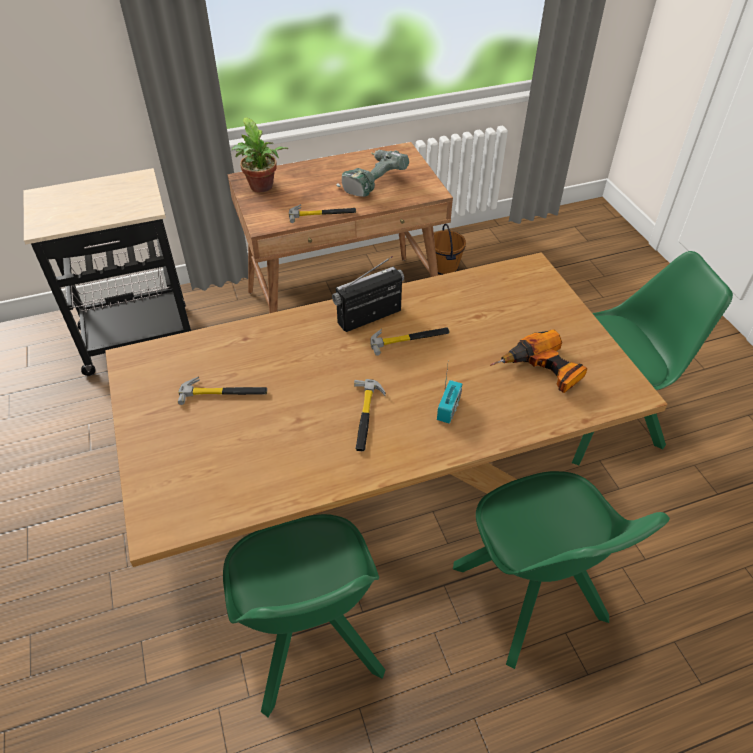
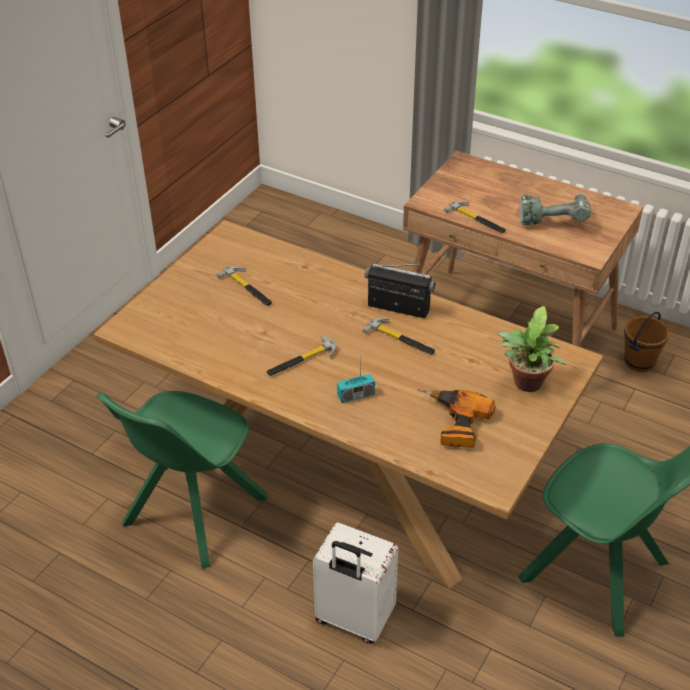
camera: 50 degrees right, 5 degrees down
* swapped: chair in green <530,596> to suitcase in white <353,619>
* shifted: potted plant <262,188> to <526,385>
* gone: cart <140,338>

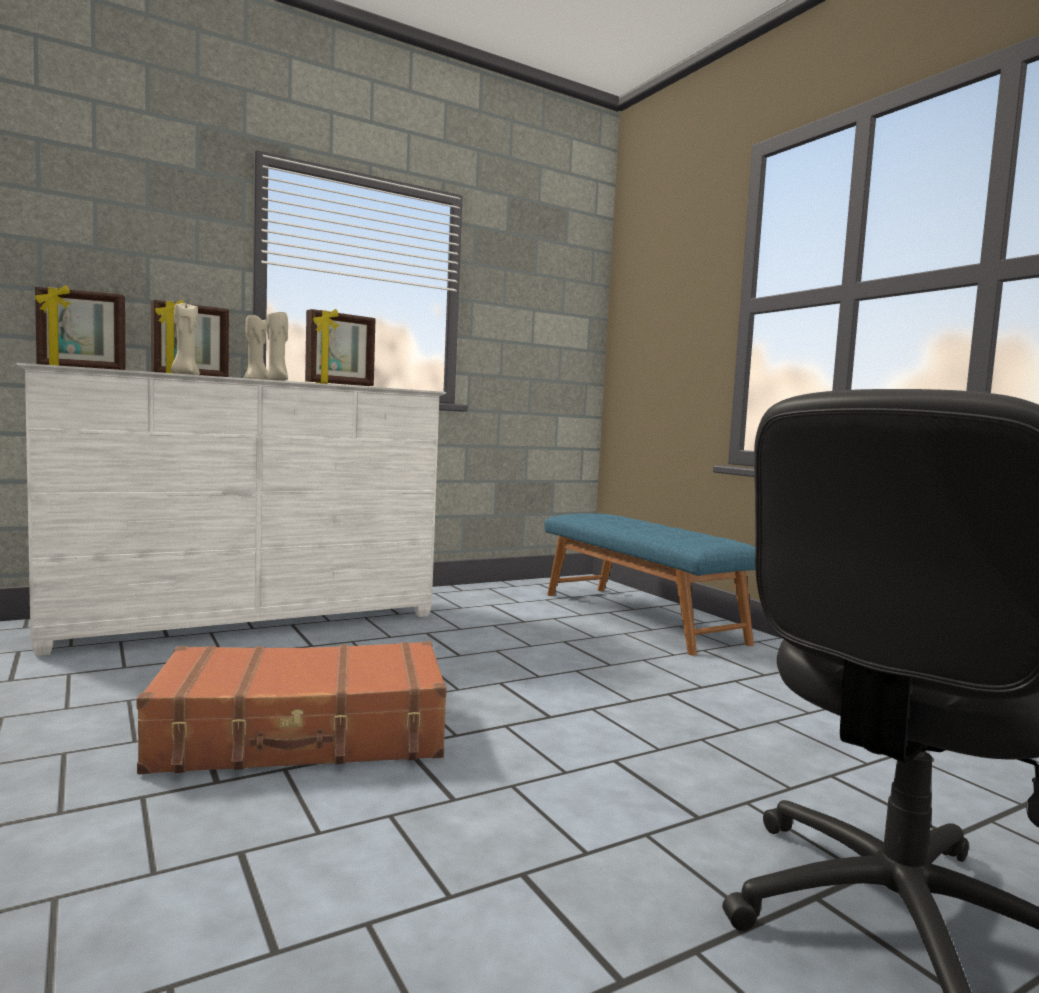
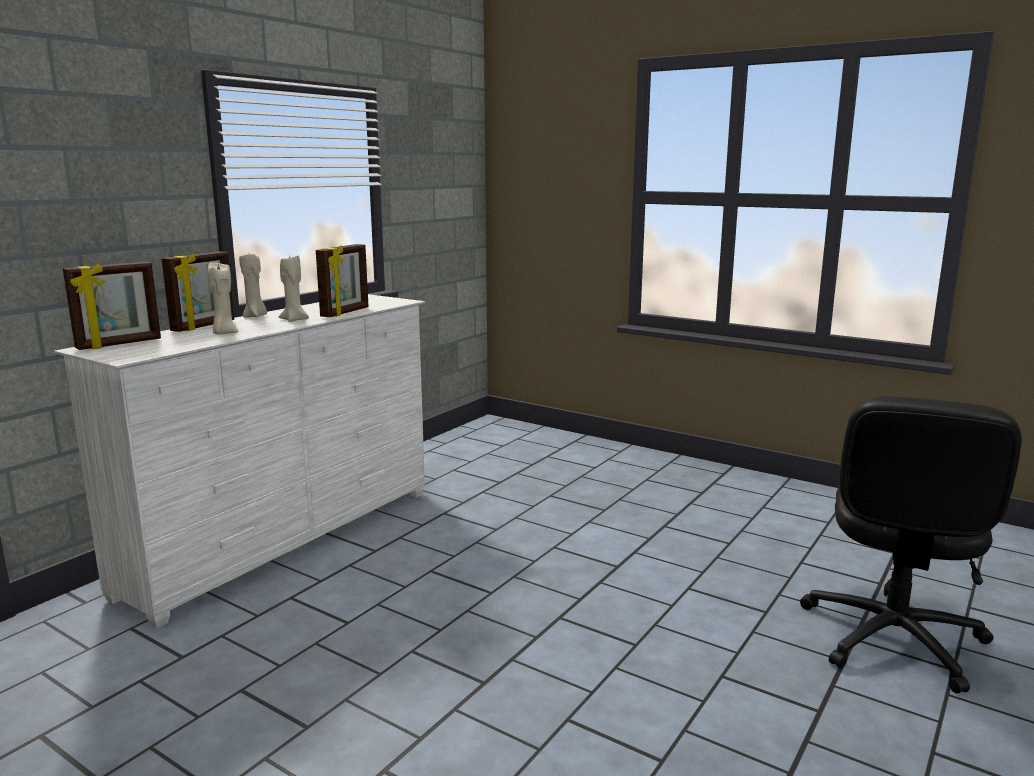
camera: 25 degrees left, 10 degrees up
* gone: suitcase in brown <303,735>
* gone: bench in blue <640,617>

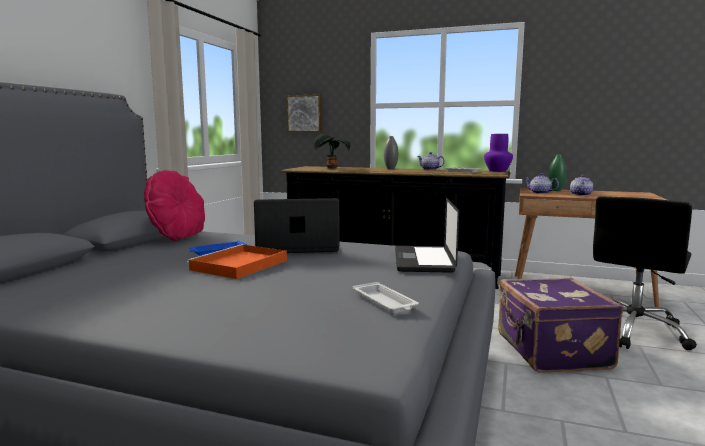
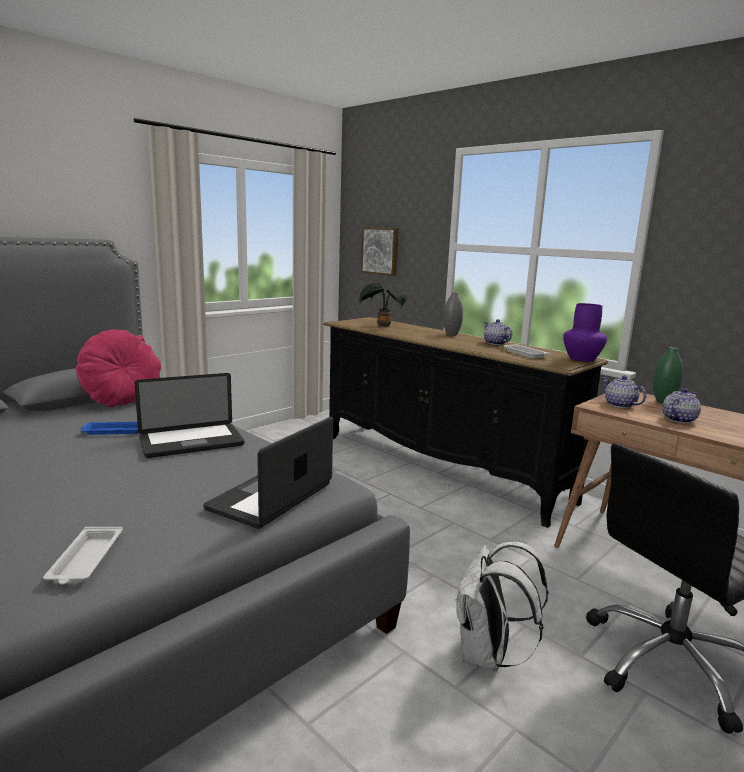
camera: 25 degrees right, 5 degrees up
* rotated: laptop <297,248> = <191,442> 135 degrees clockwise
* swapped: suitcase in purple <550,352> to backpack in white <488,655>
* gone: tray in orange <238,265>

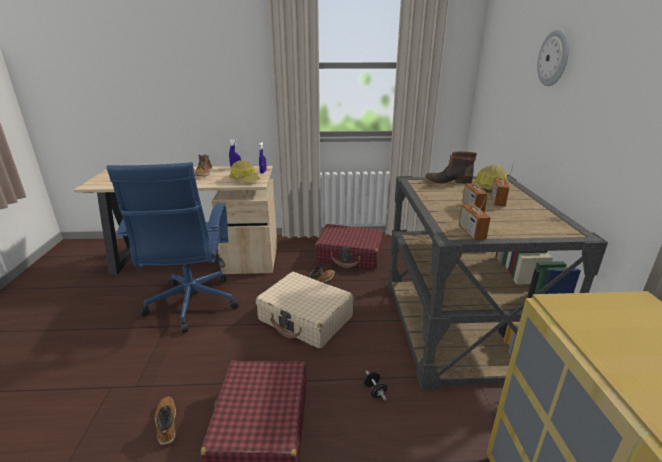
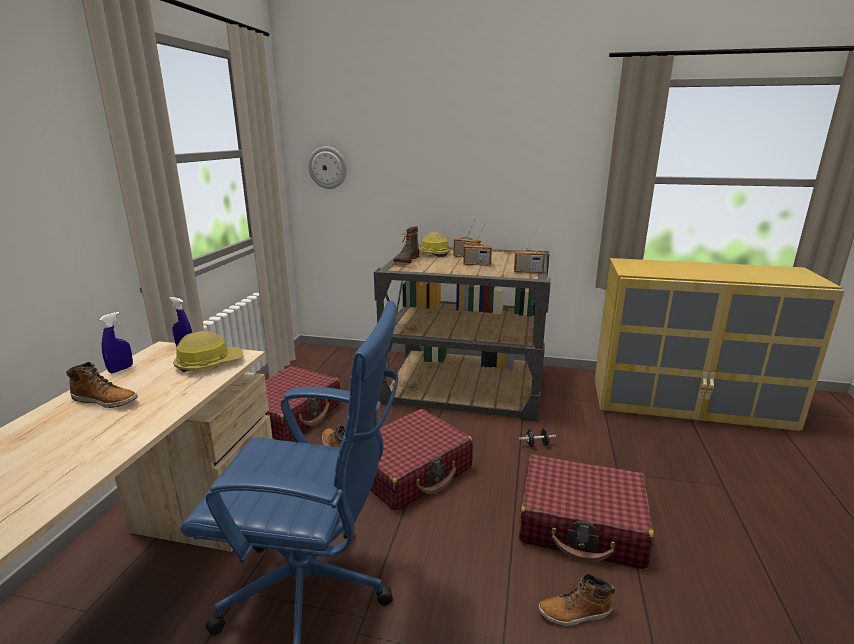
camera: 75 degrees left, 5 degrees down
* shifted: wall clock <554,58> to <328,167>
* repainted: suitcase in beige <305,319> to suitcase in red <411,471>

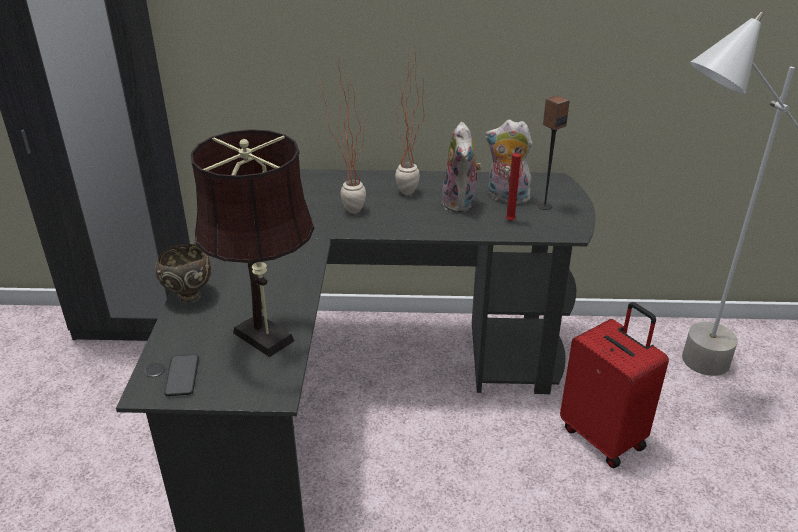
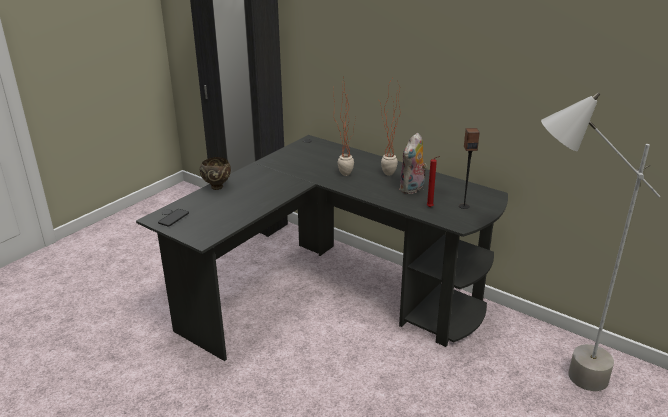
camera: 35 degrees right, 5 degrees down
* gone: table lamp in brown <267,340>
* gone: plush toy <506,198>
* gone: suitcase in red <604,436>

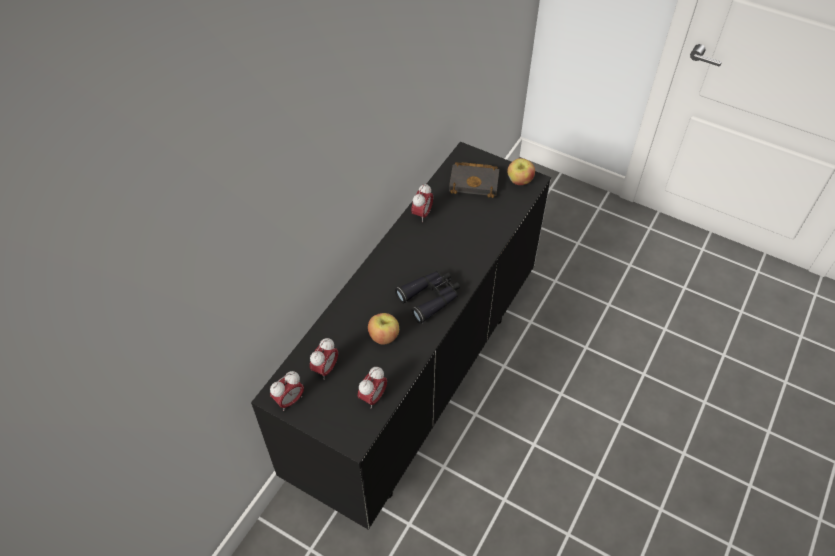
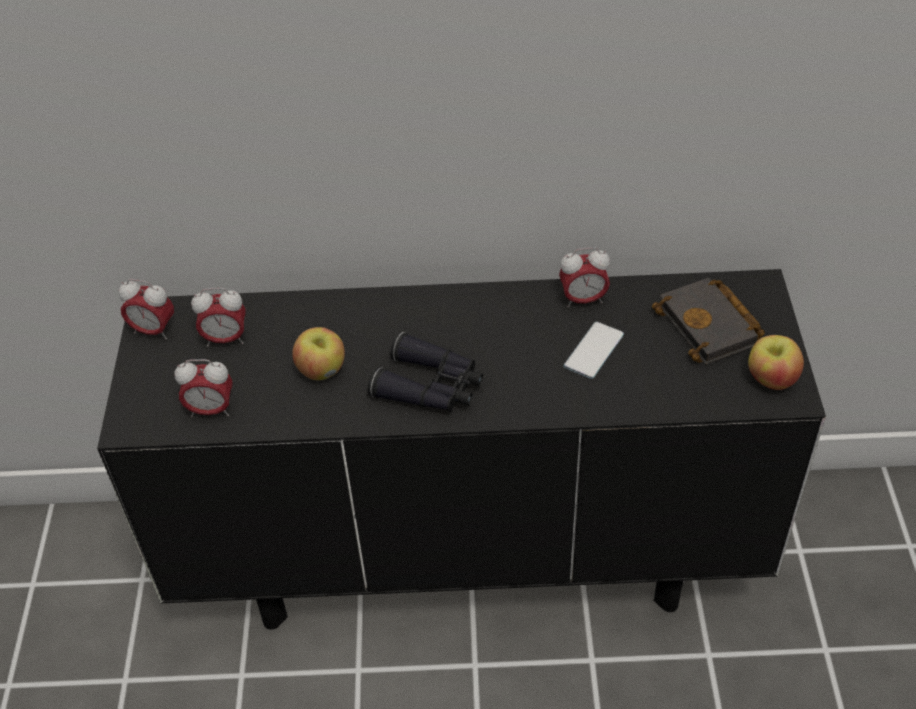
camera: 60 degrees right, 5 degrees down
* new: phone <594,350>

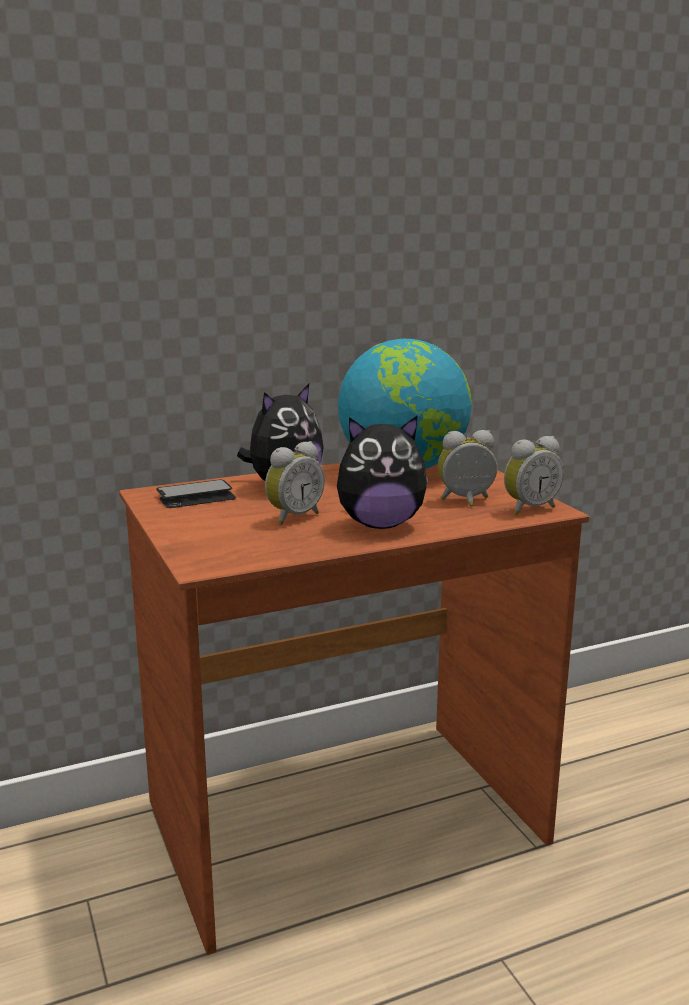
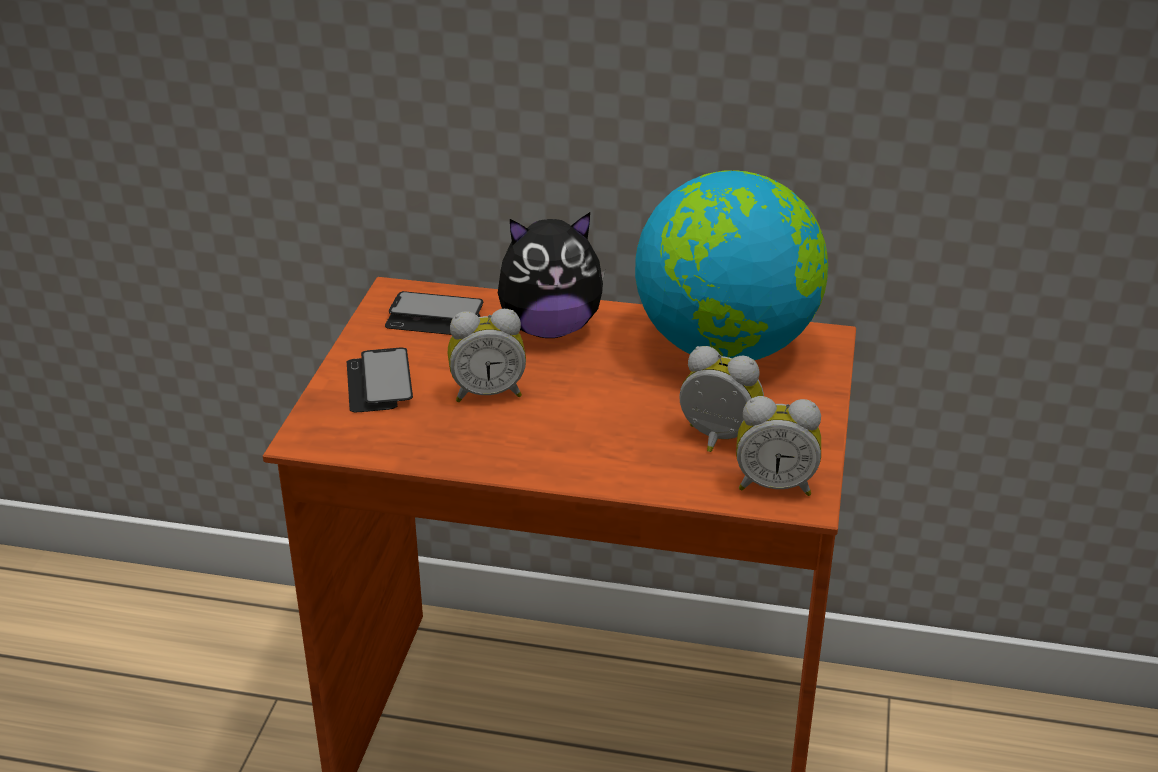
camera: 35 degrees right, 15 degrees up
* new: phone <379,383>
* gone: plush toy <380,524>

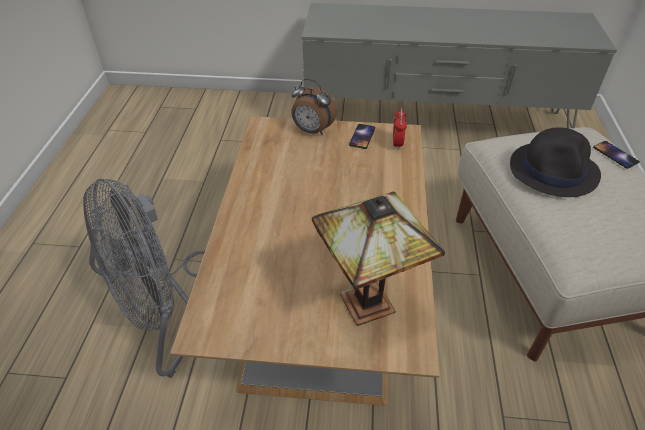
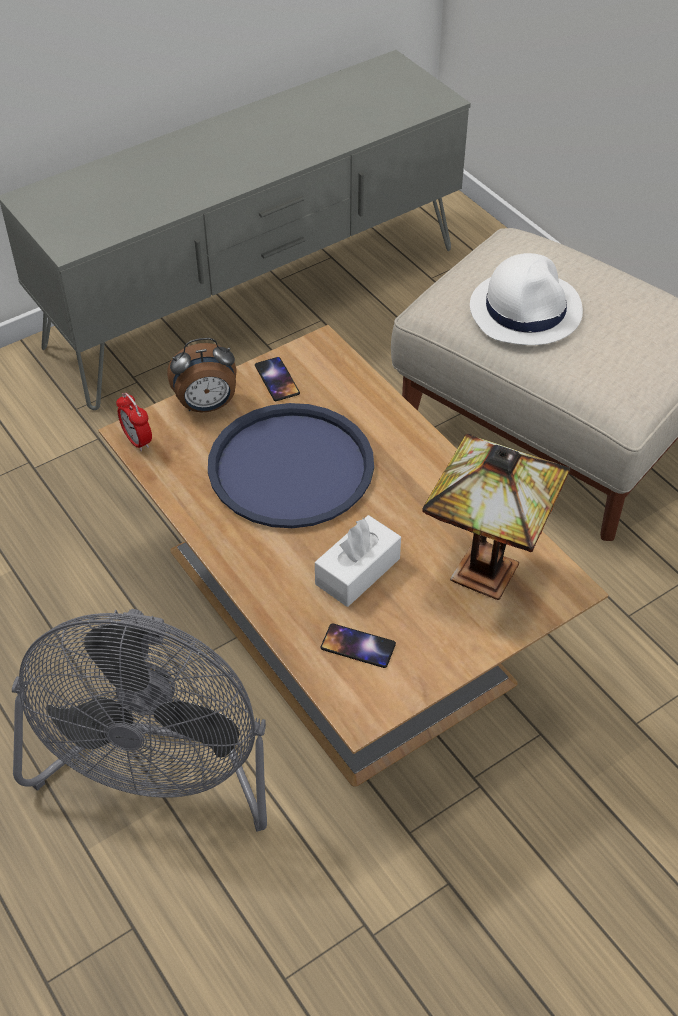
camera: 40 degrees left, 5 degrees up
* shifted: alarm clock <397,143> to <137,441>
* new: tray in blue <291,467>
* new: tissue box in white <357,571>
* shifted: phone <615,155> to <358,646>
* repainted: hat in black <554,170> to hat in white <526,309>

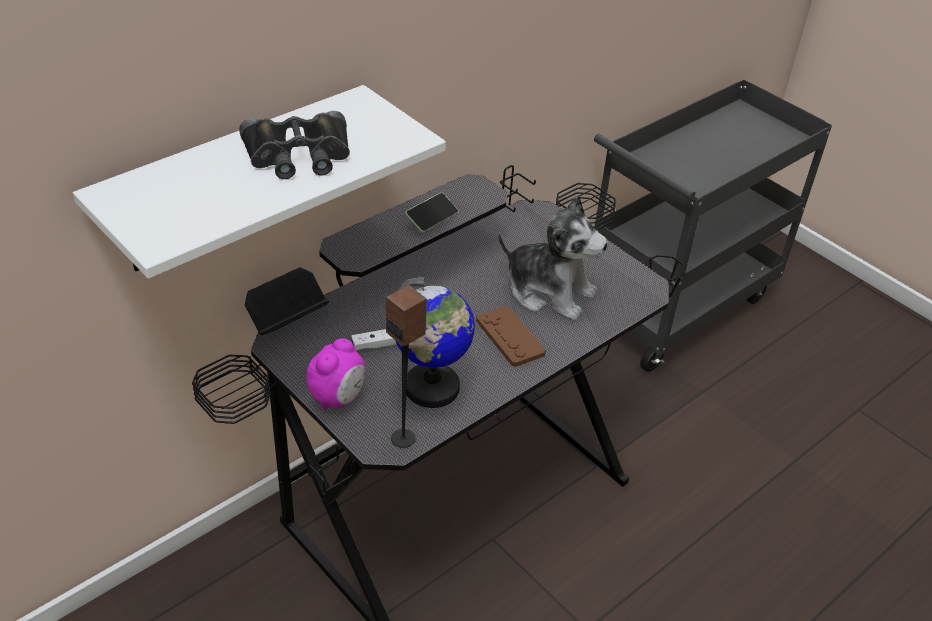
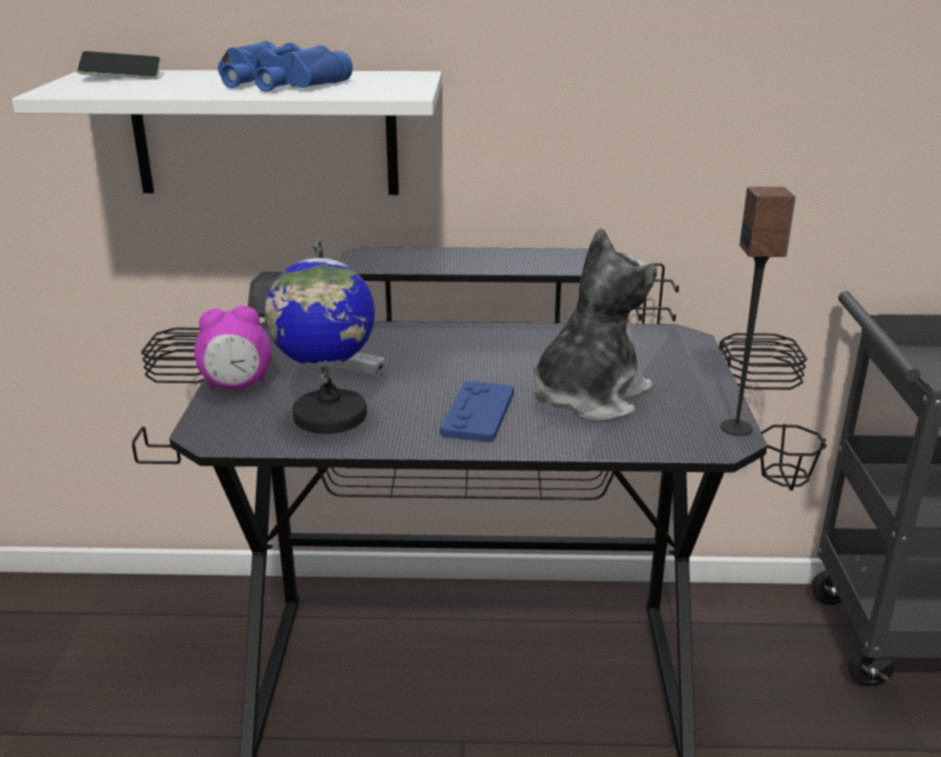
camera: 45 degrees right, 15 degrees down
* shifted: phone <432,219> to <121,77>
* repainted: binoculars in black <298,155> to binoculars in blue <278,83>
* repainted: game controller in brown <510,337> to game controller in blue <478,413>
* rotated: plush toy <549,291> = <587,397> 120 degrees counterclockwise
* shifted: speaker <403,438> to <737,428>

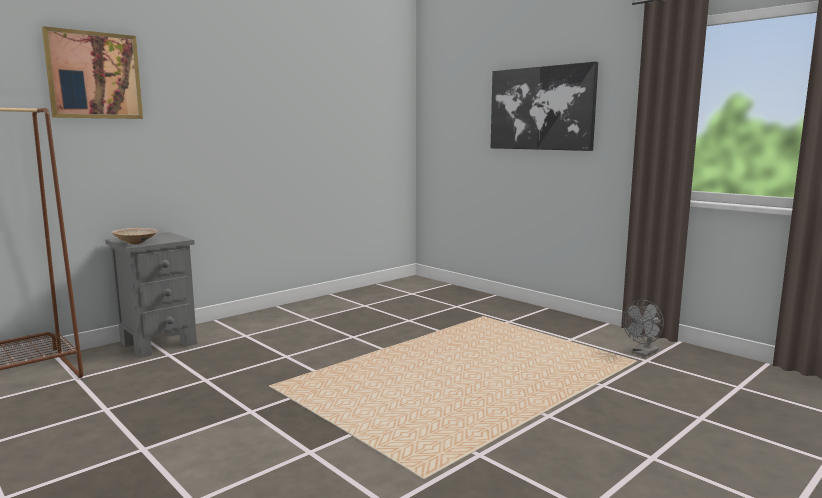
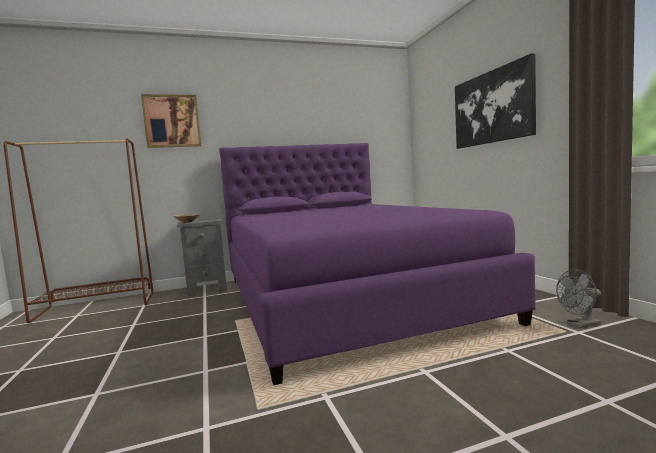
camera: 25 degrees right, 5 degrees down
* new: bed in purple <343,297>

